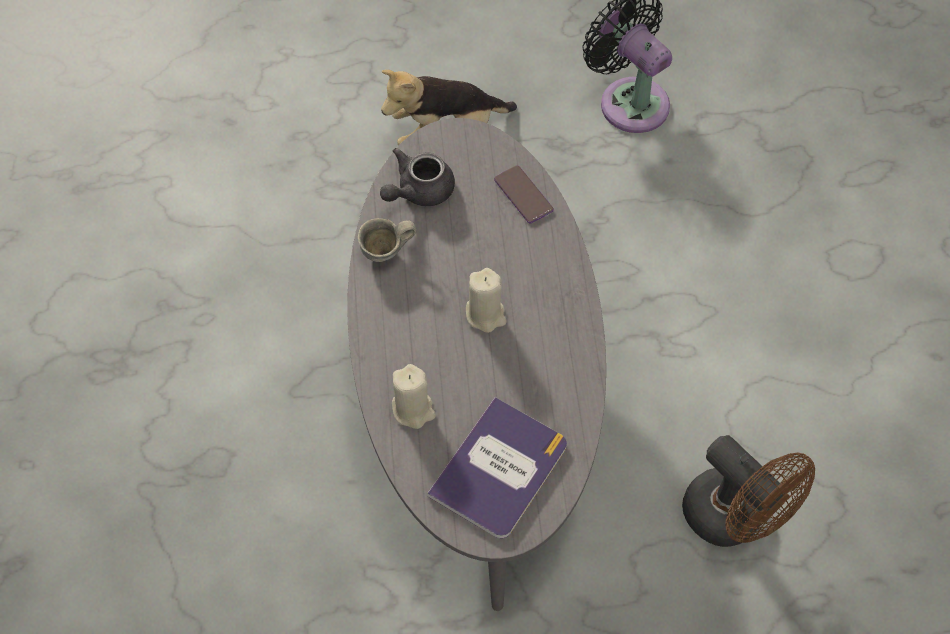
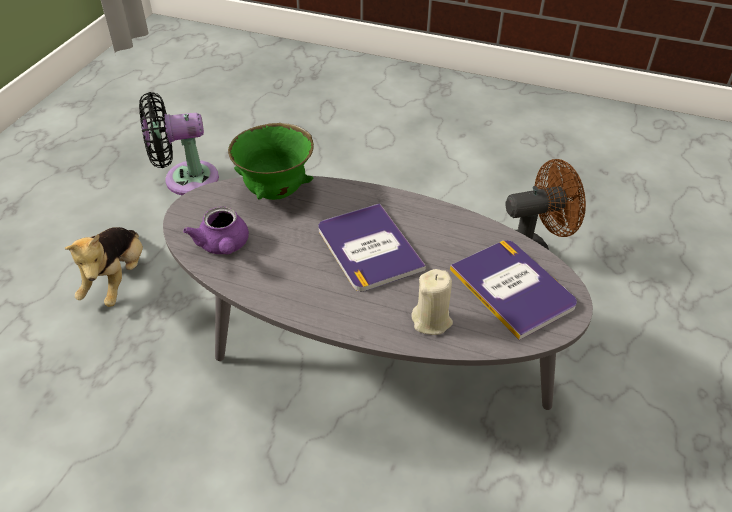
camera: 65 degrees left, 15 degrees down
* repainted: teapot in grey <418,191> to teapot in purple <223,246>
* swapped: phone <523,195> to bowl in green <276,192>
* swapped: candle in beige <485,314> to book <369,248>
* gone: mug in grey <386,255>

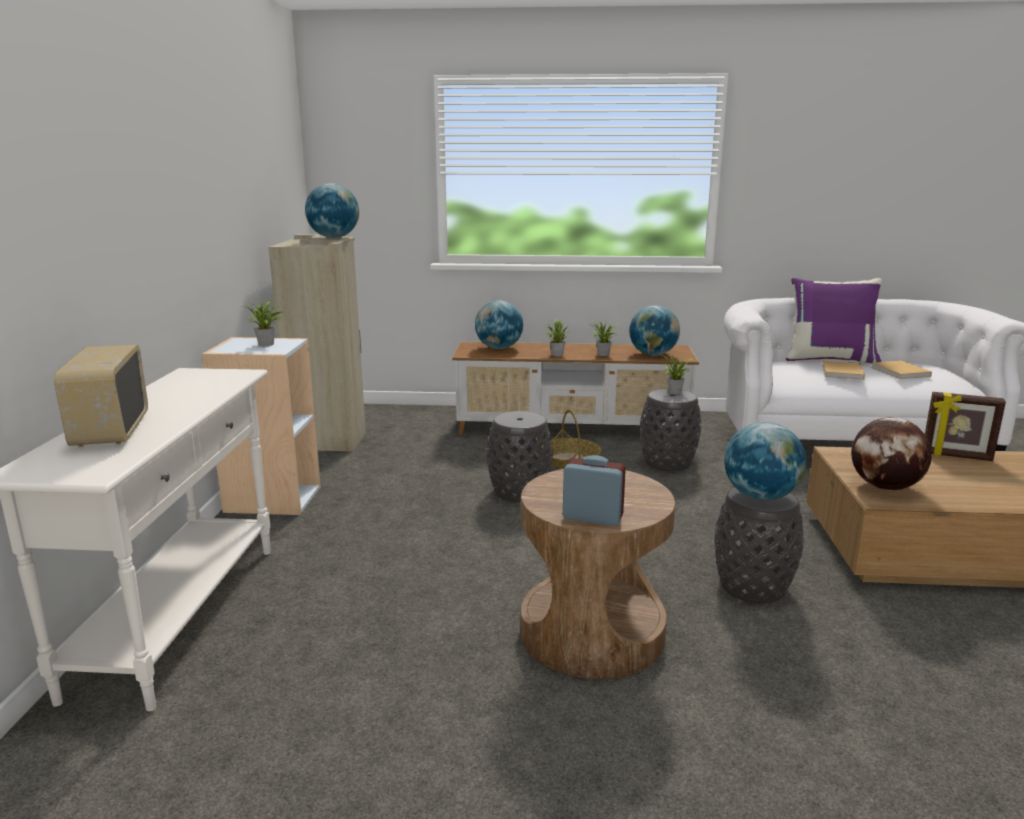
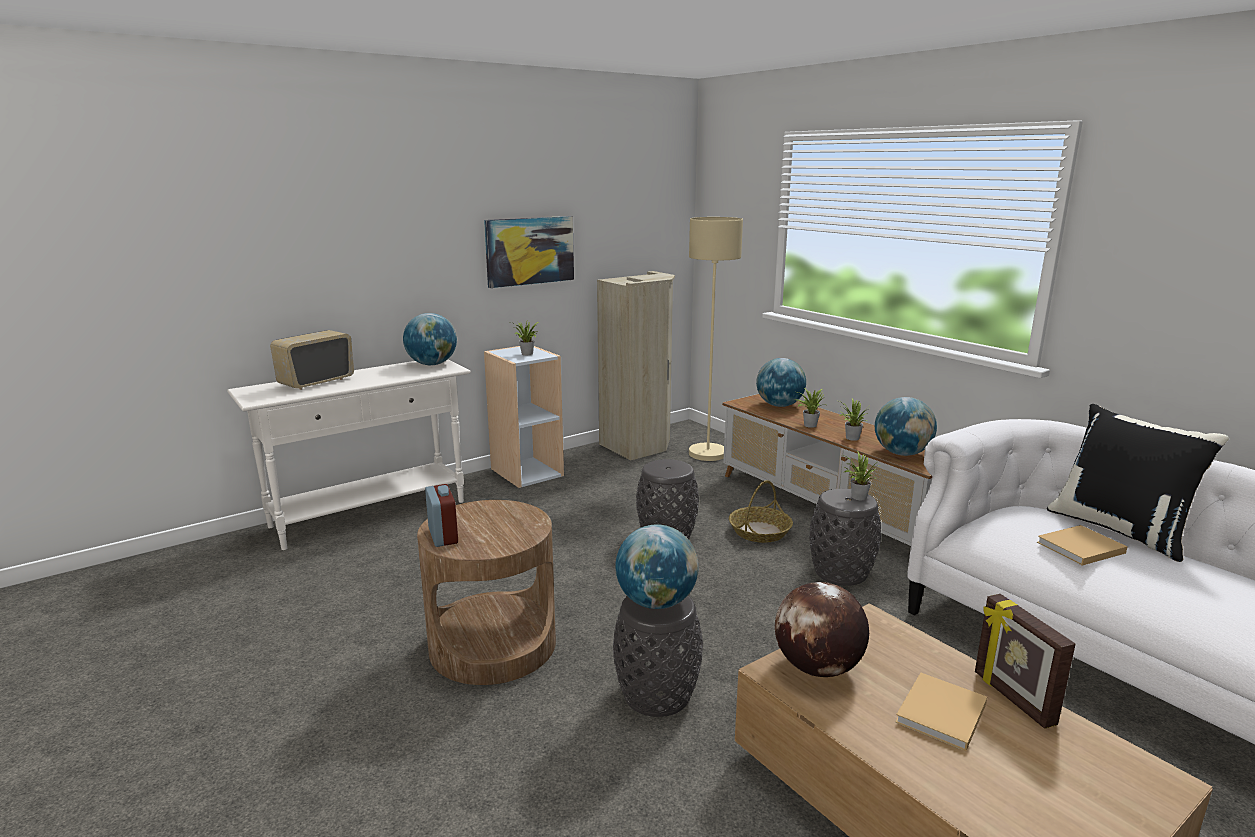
camera: 50 degrees right, 0 degrees up
* shifted: globe <334,237> to <432,364>
* new: picture <529,251>
* new: floor lamp in beige <707,458>
* shifted: book in beige <901,372> to <940,715>
* repainted: pillow in purple <829,359> to pillow in black <1120,530>

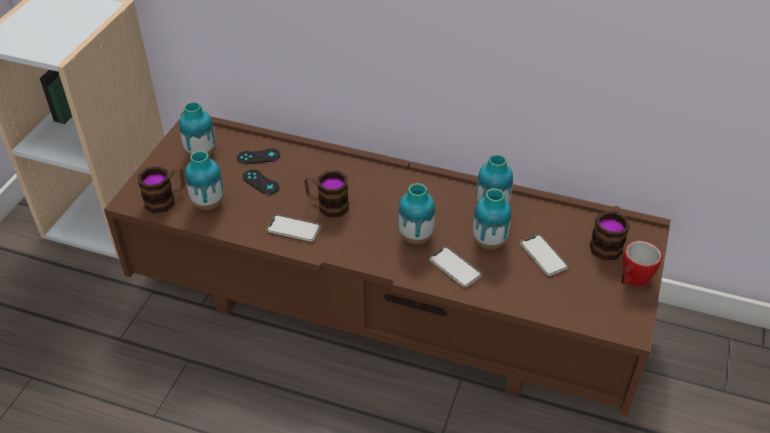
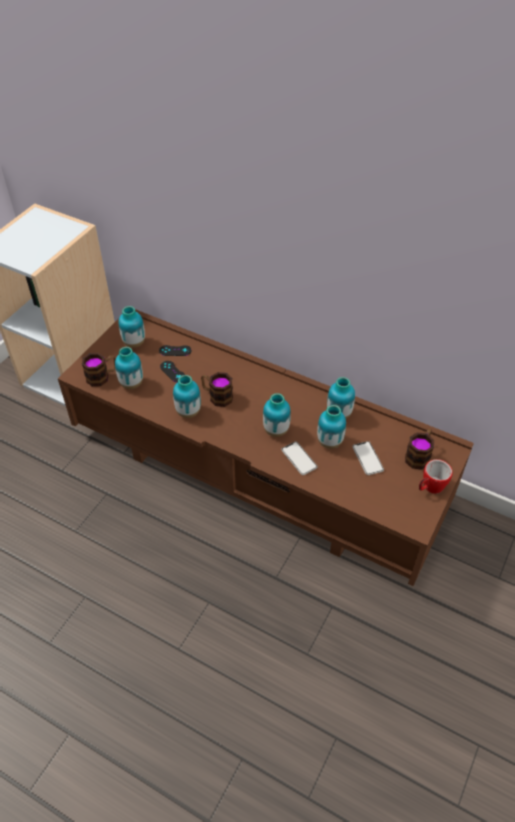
camera: 10 degrees right, 5 degrees up
* swapped: phone <293,229> to vase <188,412>

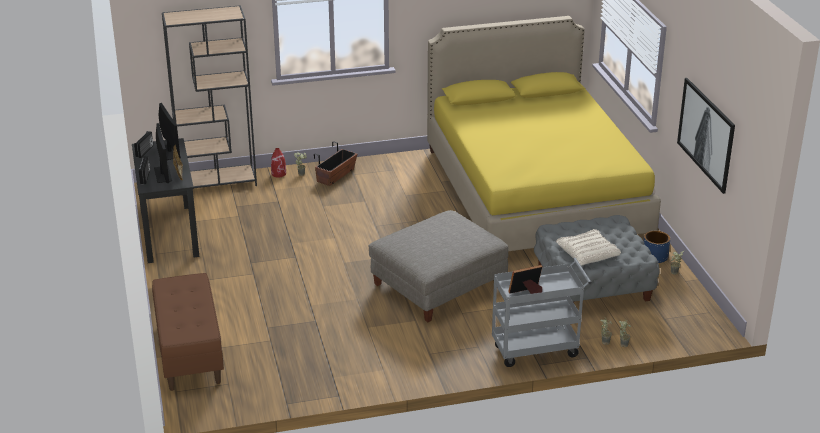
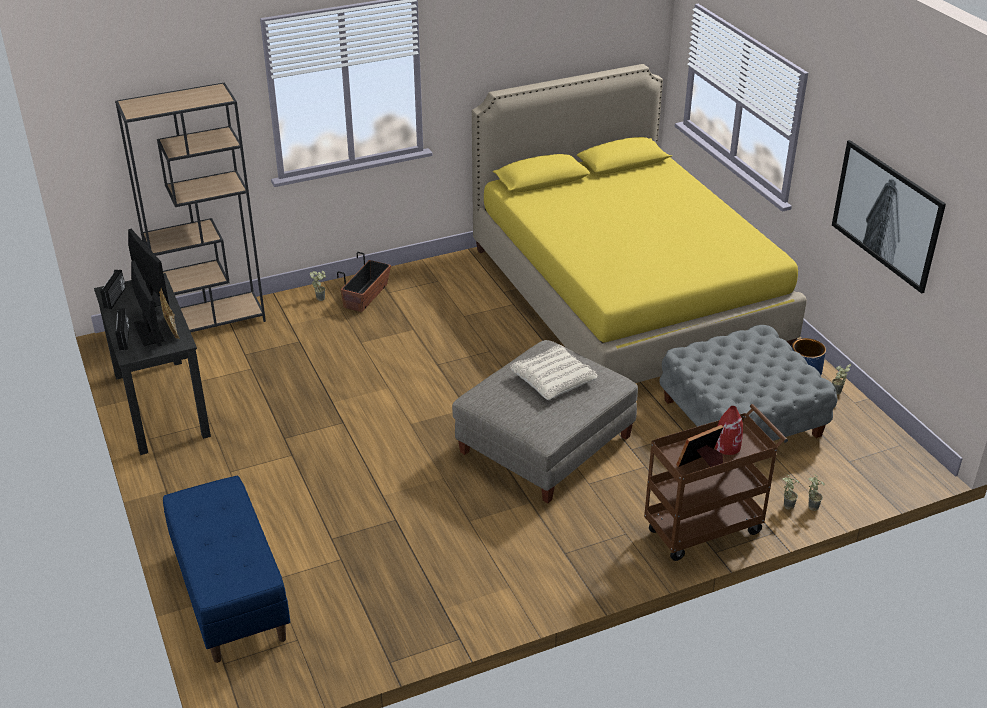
camera: 10 degrees left, 5 degrees up
* repainted: bench in brown <189,352> to bench in blue <229,594>
* shifted: pillow in beige <587,253> to <553,379>
* repainted: cart in grey <537,351> to cart in brown <706,531>
* shifted: vase in red <279,173> to <727,446>

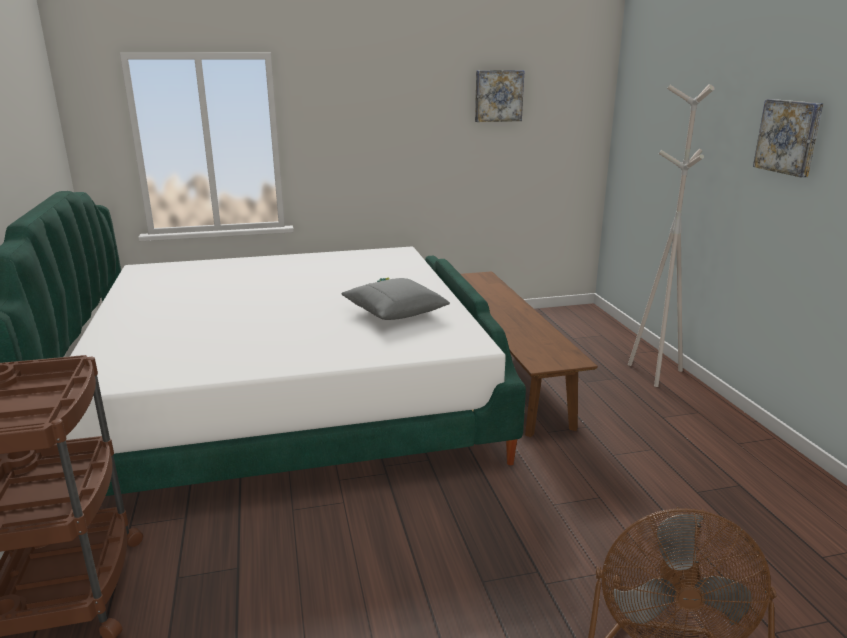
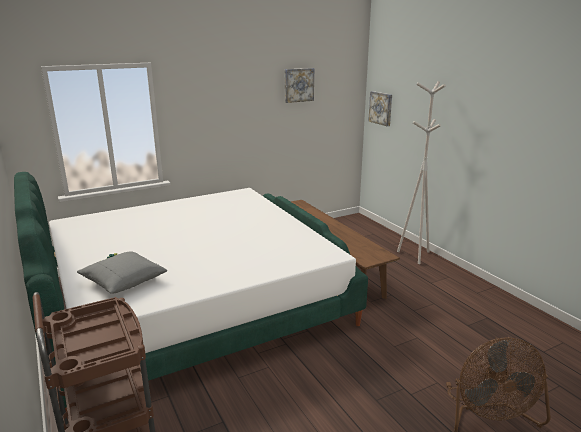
camera: 15 degrees left, 0 degrees up
* shifted: pillow in grey <395,313> to <124,282>
* shifted: picture <789,137> to <381,108>

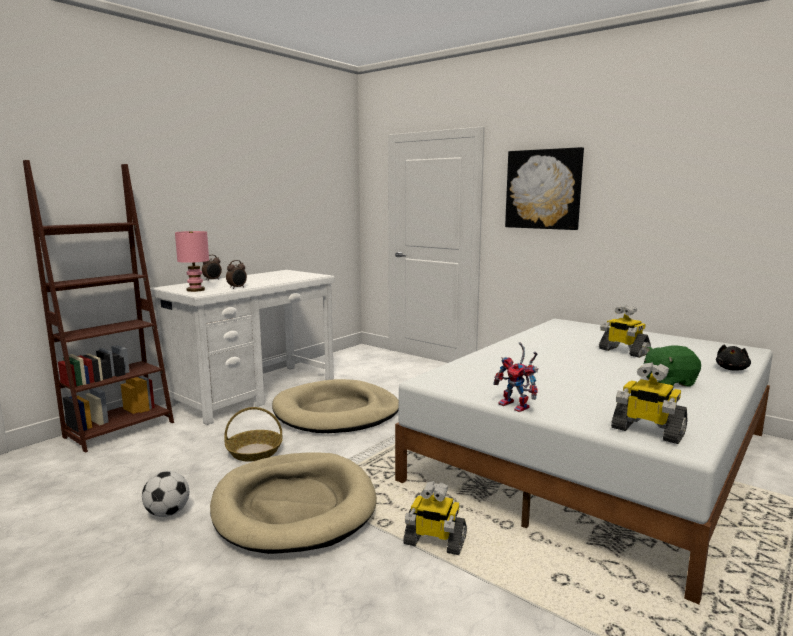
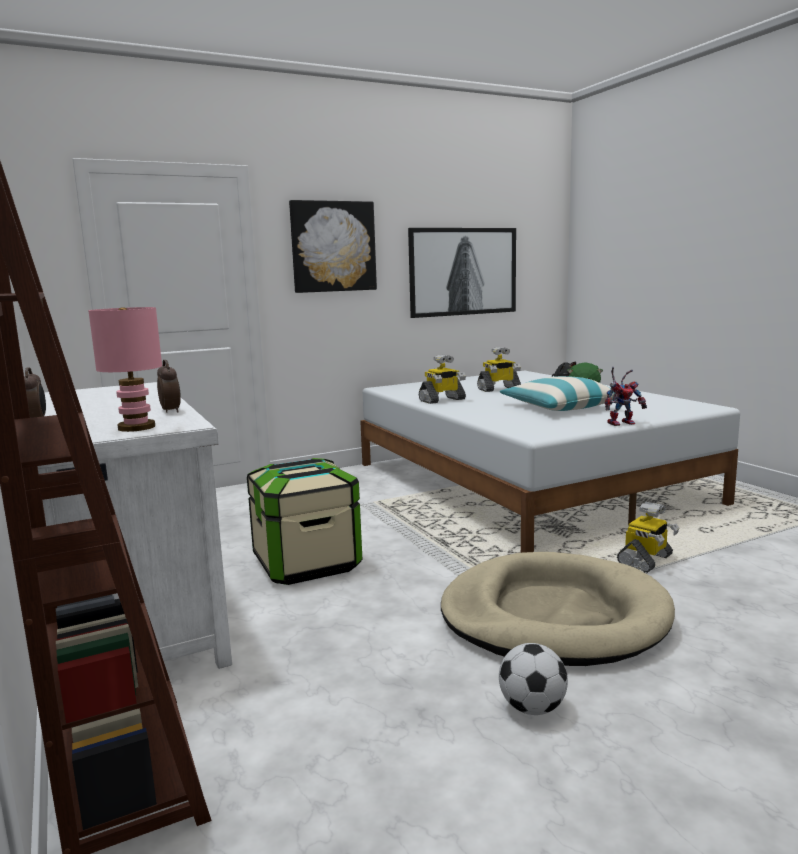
camera: 65 degrees left, 0 degrees up
* swapped: dog bed in beige <336,412> to storage box <307,563>
* new: picture <463,271>
* shifted: toy robot <647,431> to <442,400>
* new: pillow <560,407>
* gone: basket <254,452>

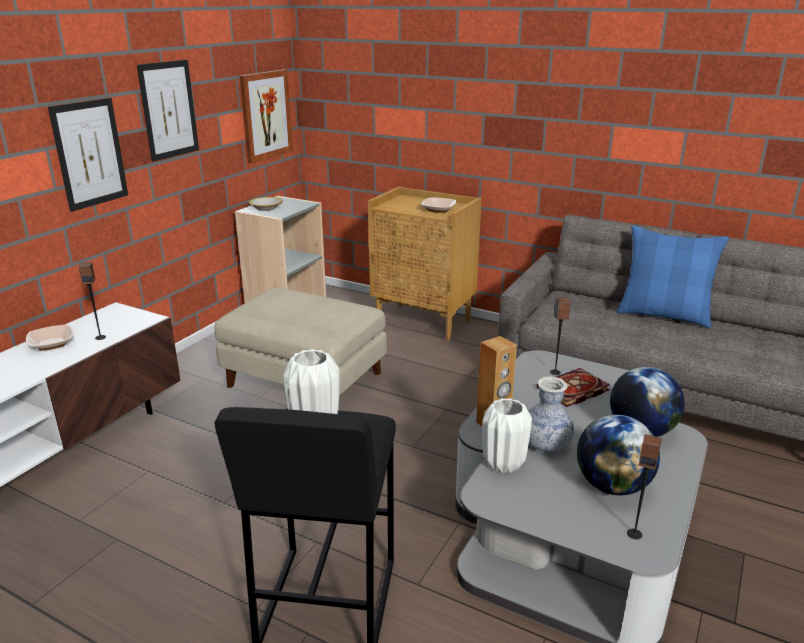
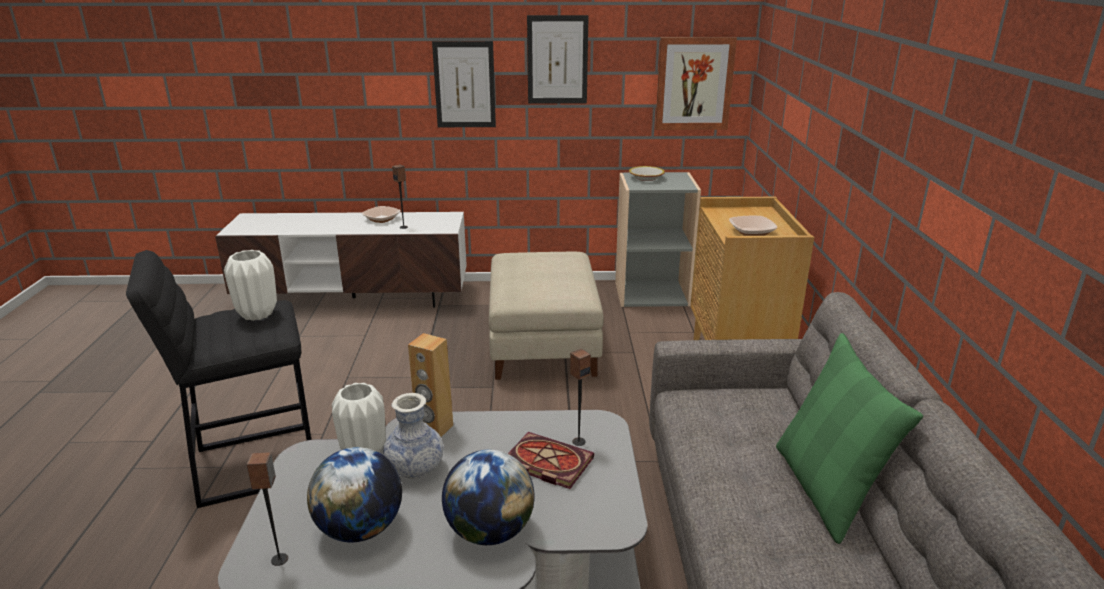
camera: 60 degrees right, 0 degrees up
* repainted: pillow in blue <663,315> to pillow in green <825,489>

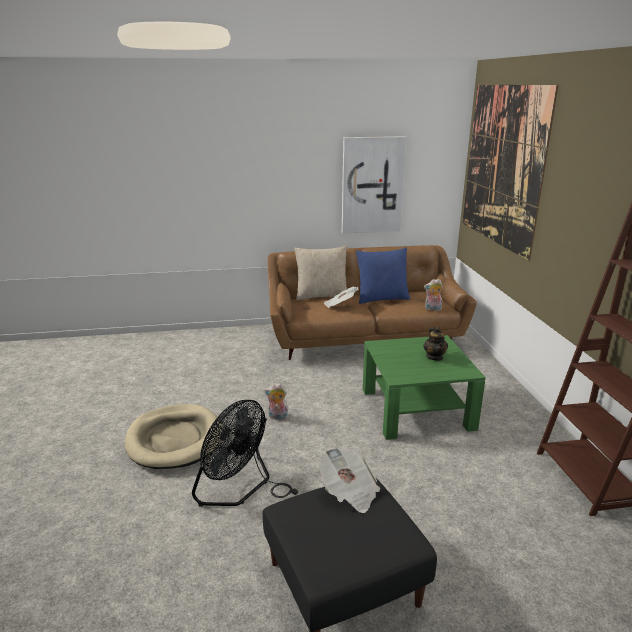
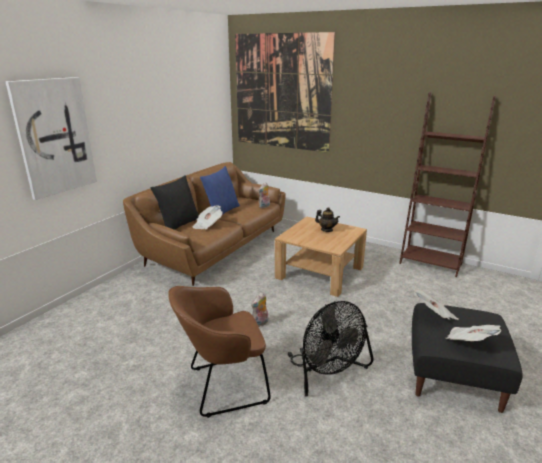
camera: 50 degrees left, 0 degrees up
* shifted: picture <372,185> to <54,137>
* repainted: pillow in beige <321,296> to pillow in black <178,224>
* swapped: dog bed in beige <175,439> to armchair in brown <223,385>
* repainted: coffee table in green <416,408> to coffee table in brown <320,272>
* rotated: fan in black <246,485> = <325,372> 105 degrees counterclockwise
* new: newspaper <469,342>

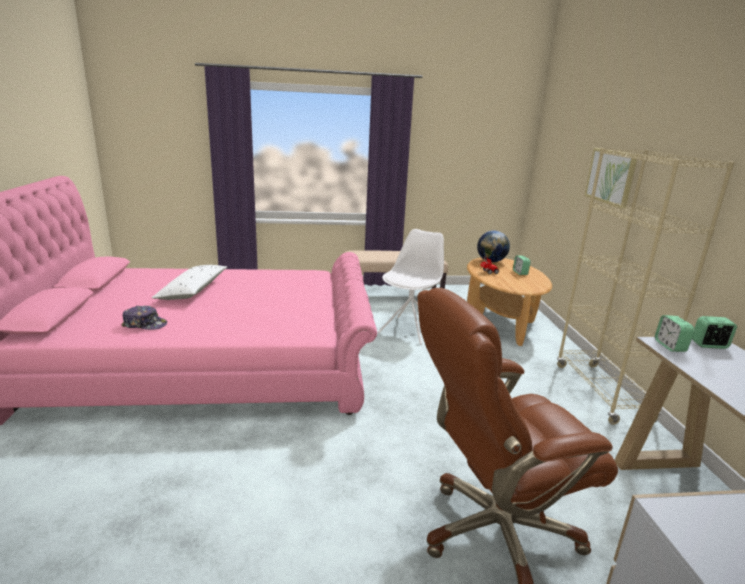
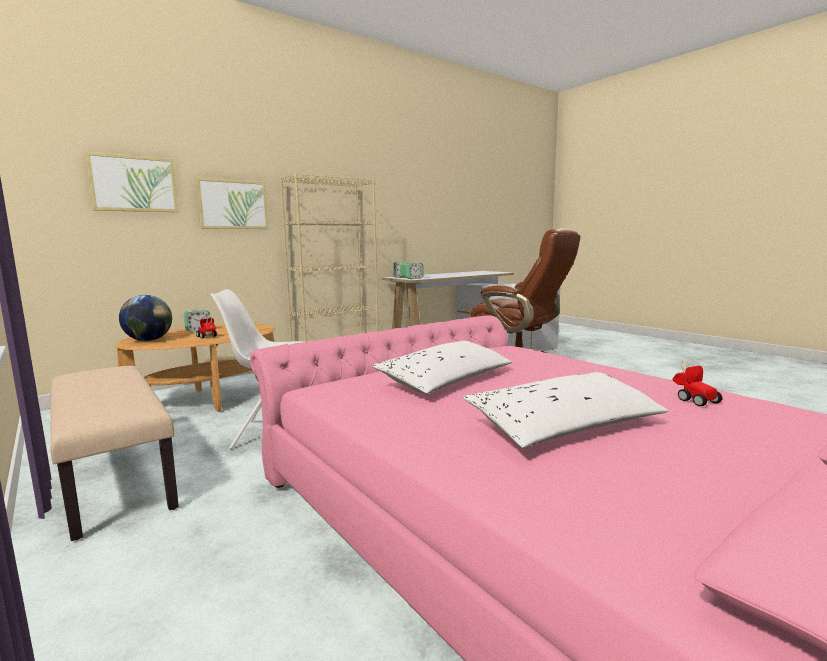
camera: 120 degrees left, 10 degrees down
* new: picture <133,184>
* new: pillow in white <445,380>
* swapped: cap <145,324> to toy car <693,399>

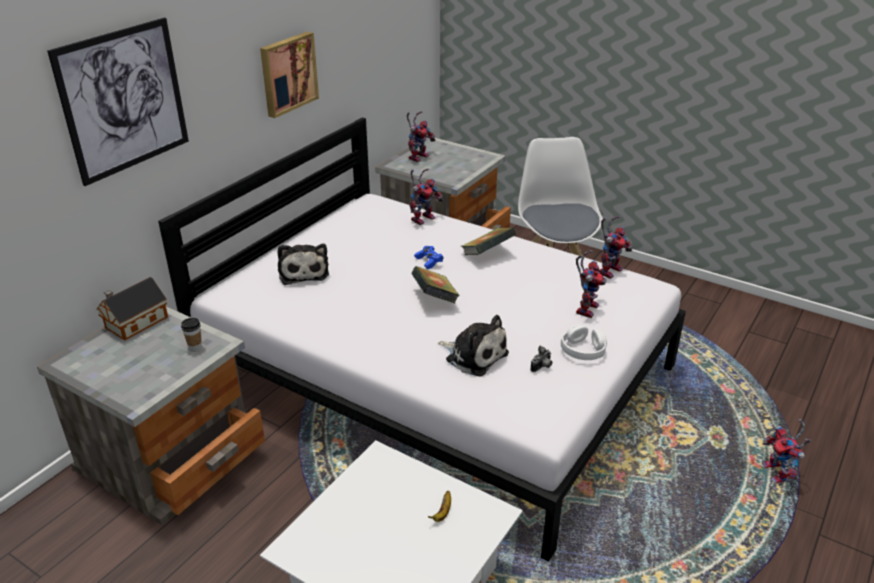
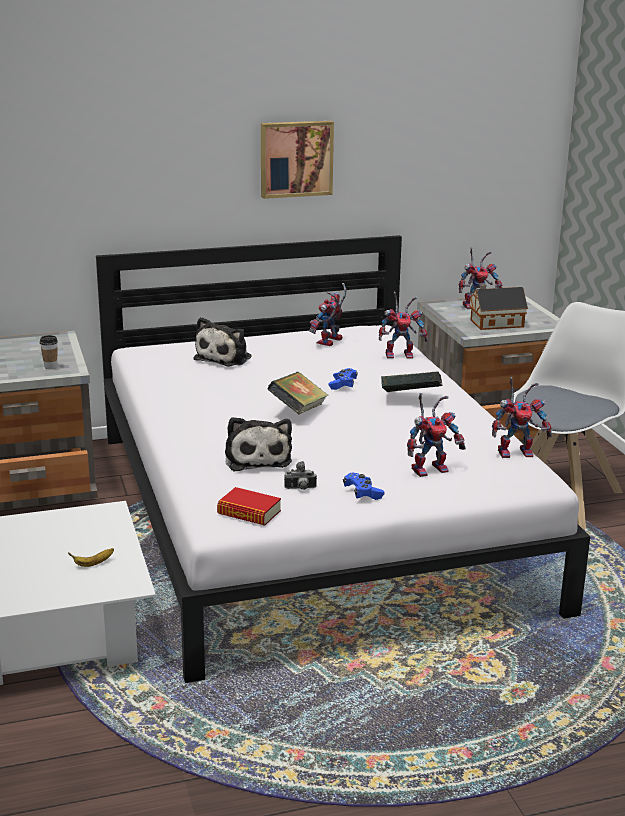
camera: 40 degrees right, 10 degrees down
* new: book <249,512>
* shifted: toy robot <779,475> to <330,342>
* swapped: headphones in white <583,350> to game controller in blue <362,493>
* shifted: toy house <134,323> to <494,323>
* gone: picture <124,100>

